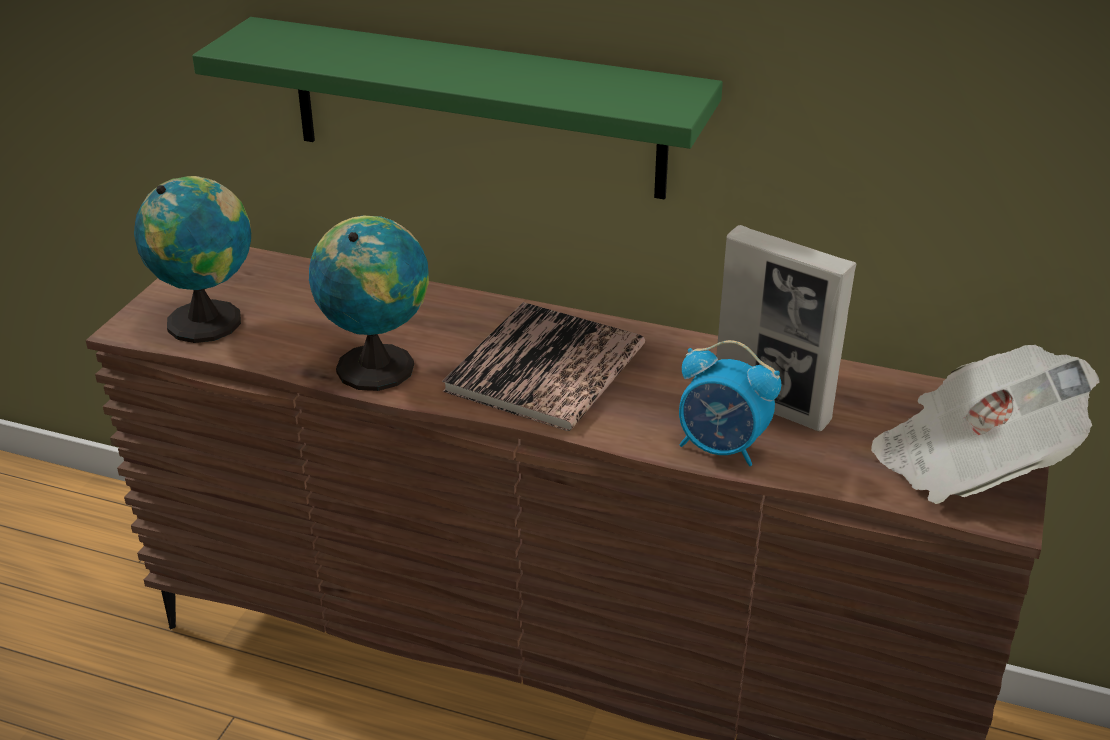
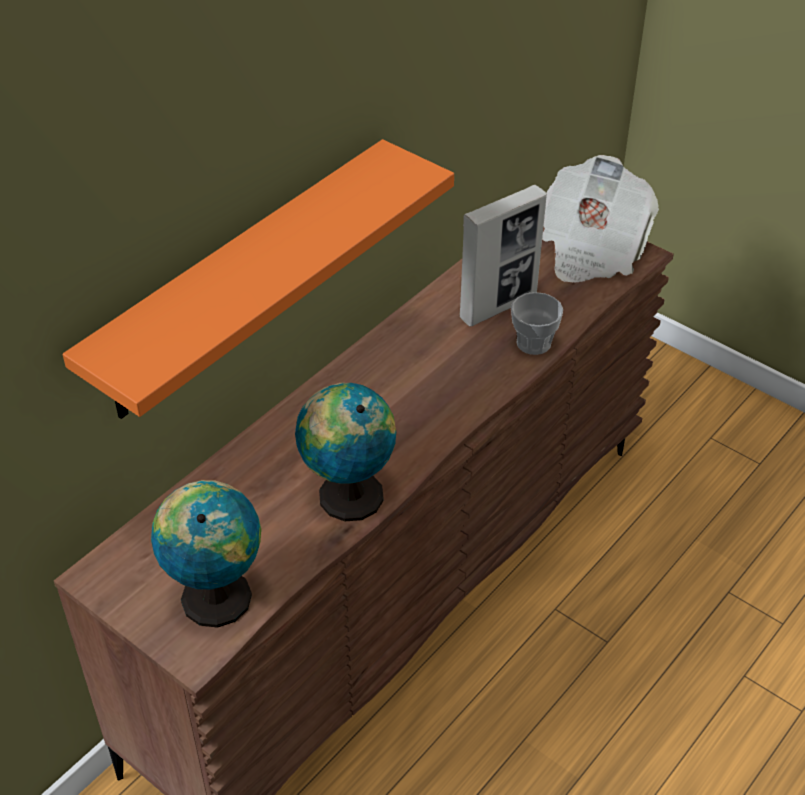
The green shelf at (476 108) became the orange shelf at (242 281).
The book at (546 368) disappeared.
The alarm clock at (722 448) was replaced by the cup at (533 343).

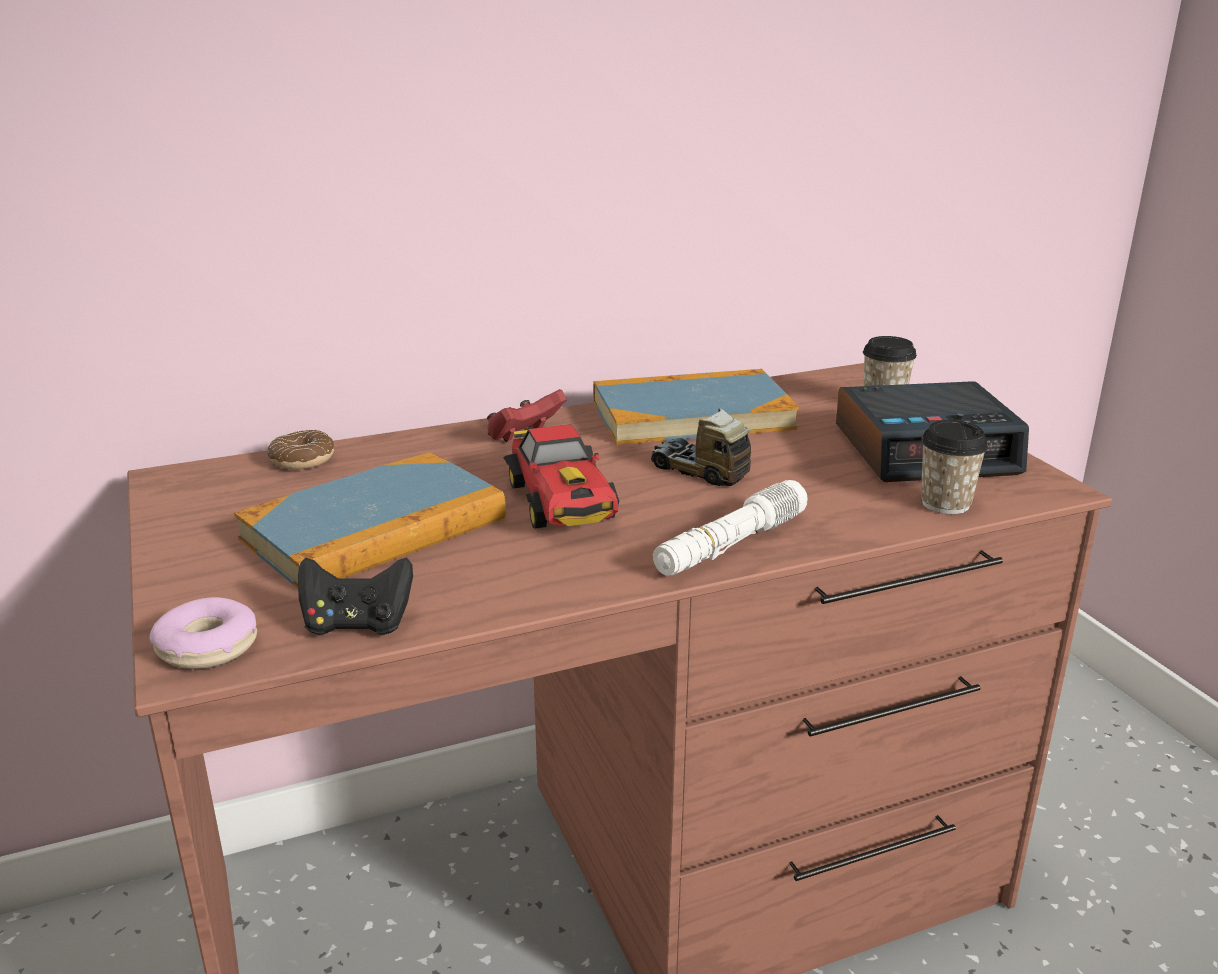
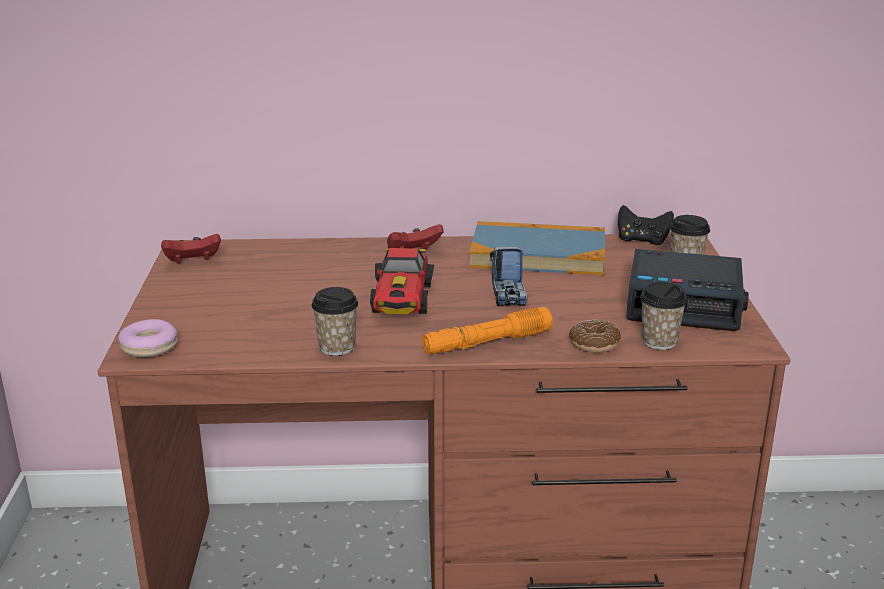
The book at (374 529) disappeared.
The donut moved from (302 460) to (594 344).
The black game controller moved from (357 624) to (642 240).
The toy truck at (699 471) turned 150 degrees counterclockwise.
The white flashlight at (731 544) became the orange flashlight at (487 343).
The red game controller at (192 262) appeared.
The cup at (337 347) appeared.

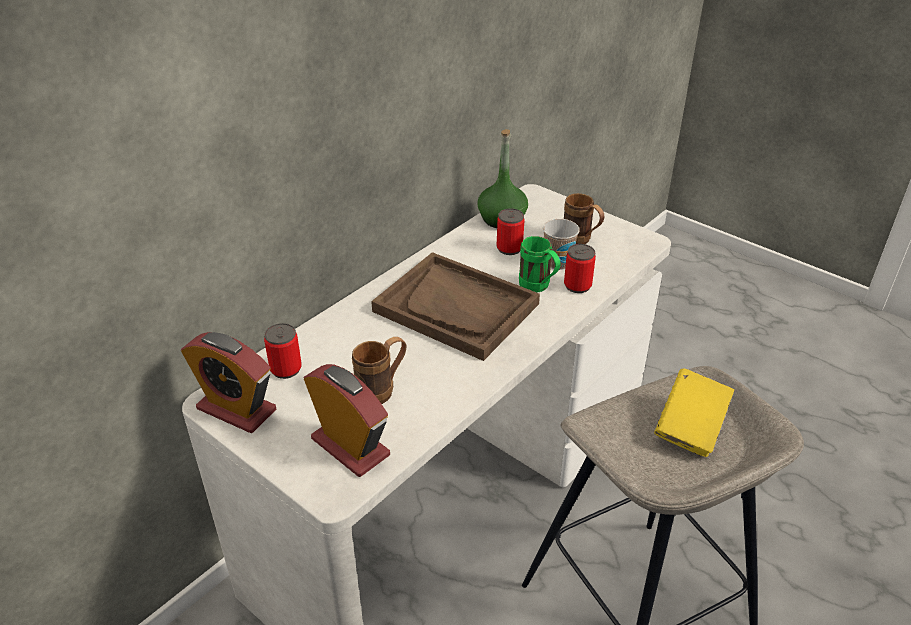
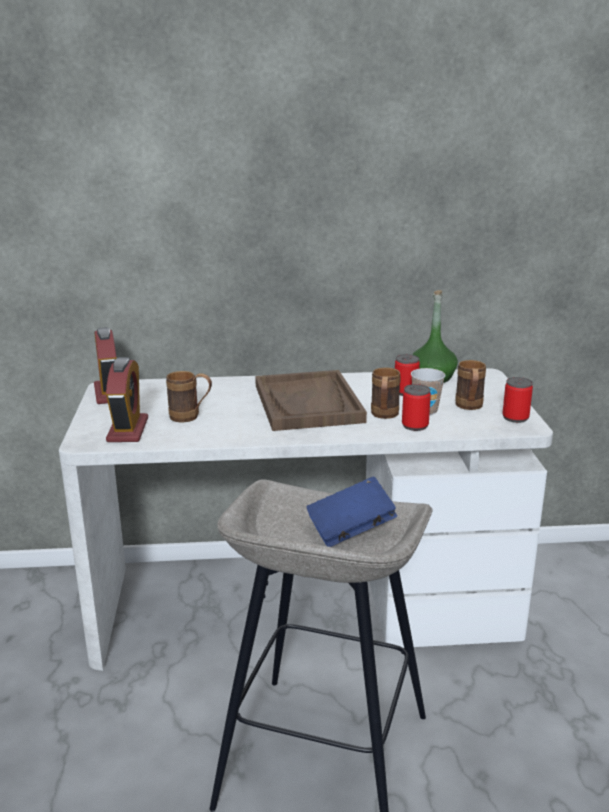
The can moved from (286 369) to (515 418).
The green mug at (538 287) became the brown mug at (384 416).
The yellow book at (690 427) became the blue book at (350 529).

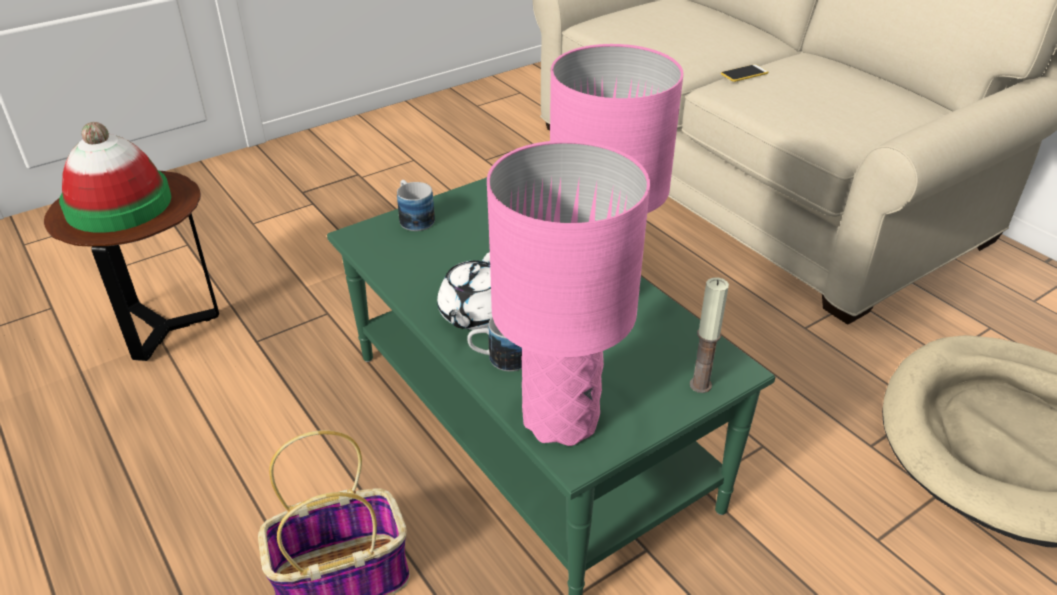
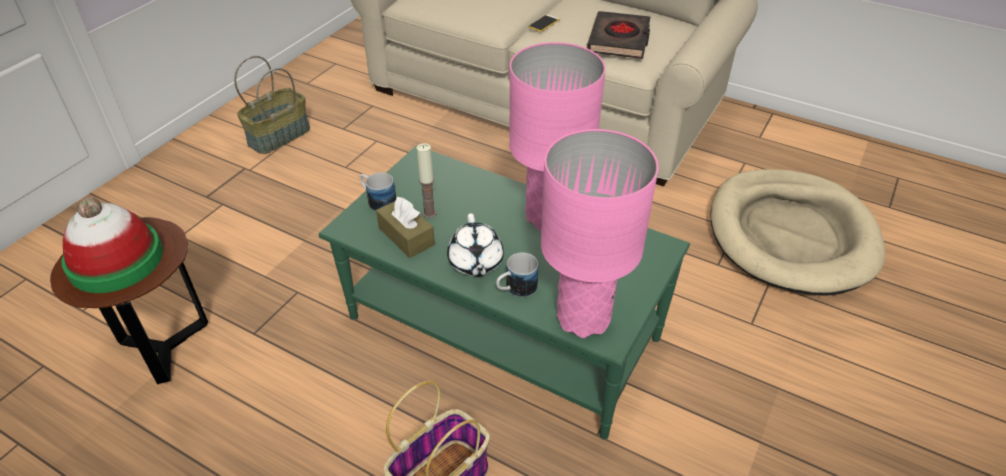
The candle moved from (700 385) to (429 213).
The basket at (279 135) appeared.
The brown tissue box at (406 236) appeared.
The black book at (619 40) appeared.

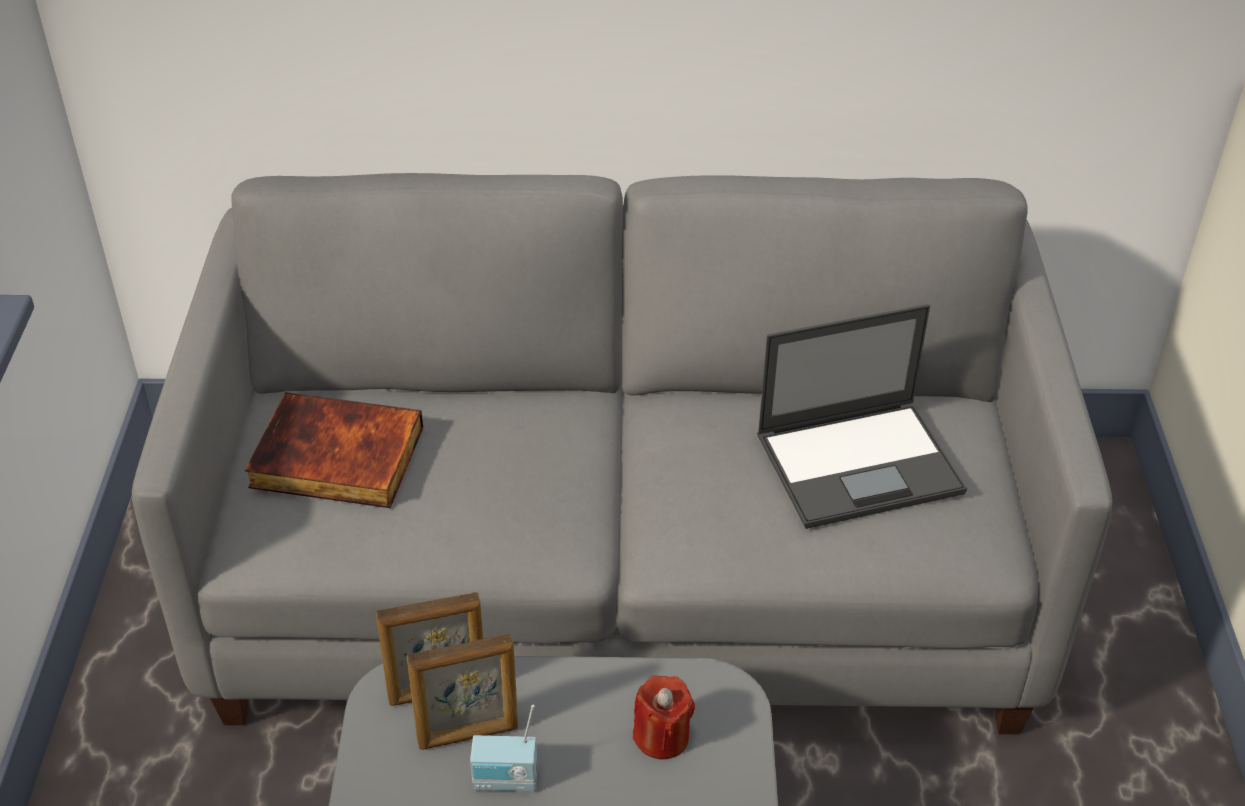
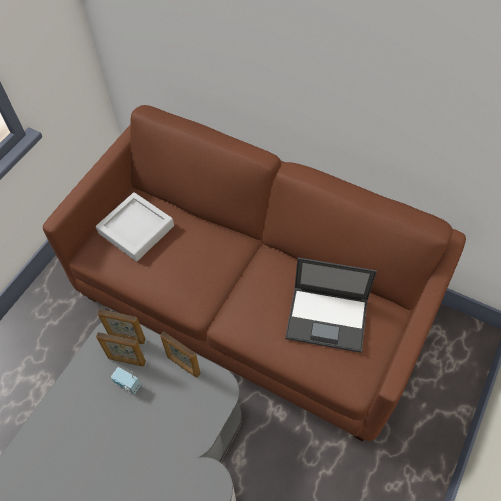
The grey sofa at (623 578) became the brown sofa at (253 303).
The book at (335 459) was replaced by the grey tray at (136 229).
The red candle at (661 737) disappeared.
The picture frame at (183 365) appeared.

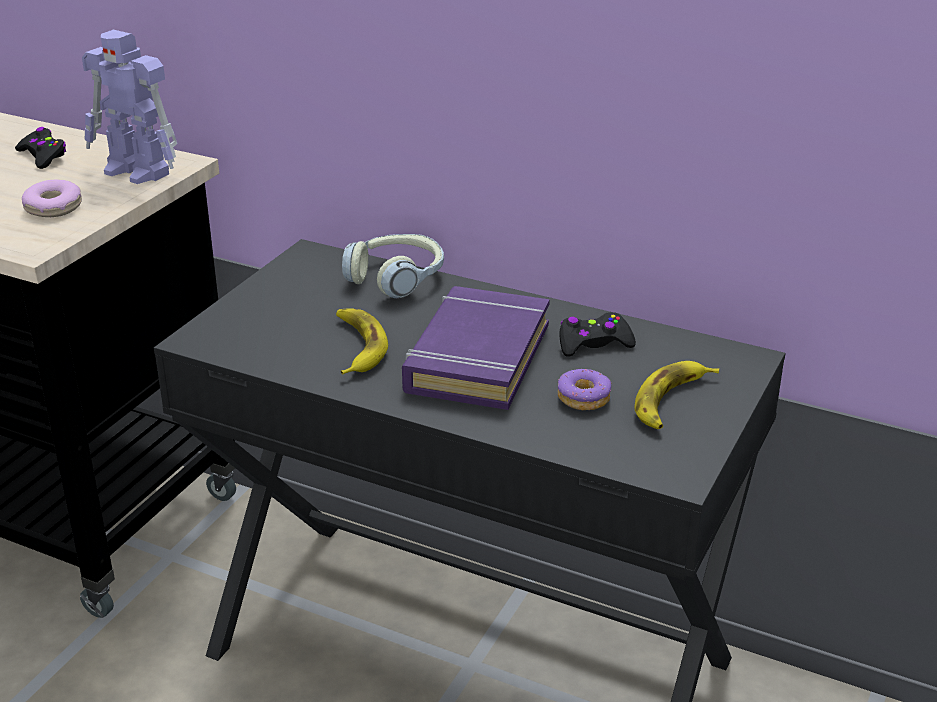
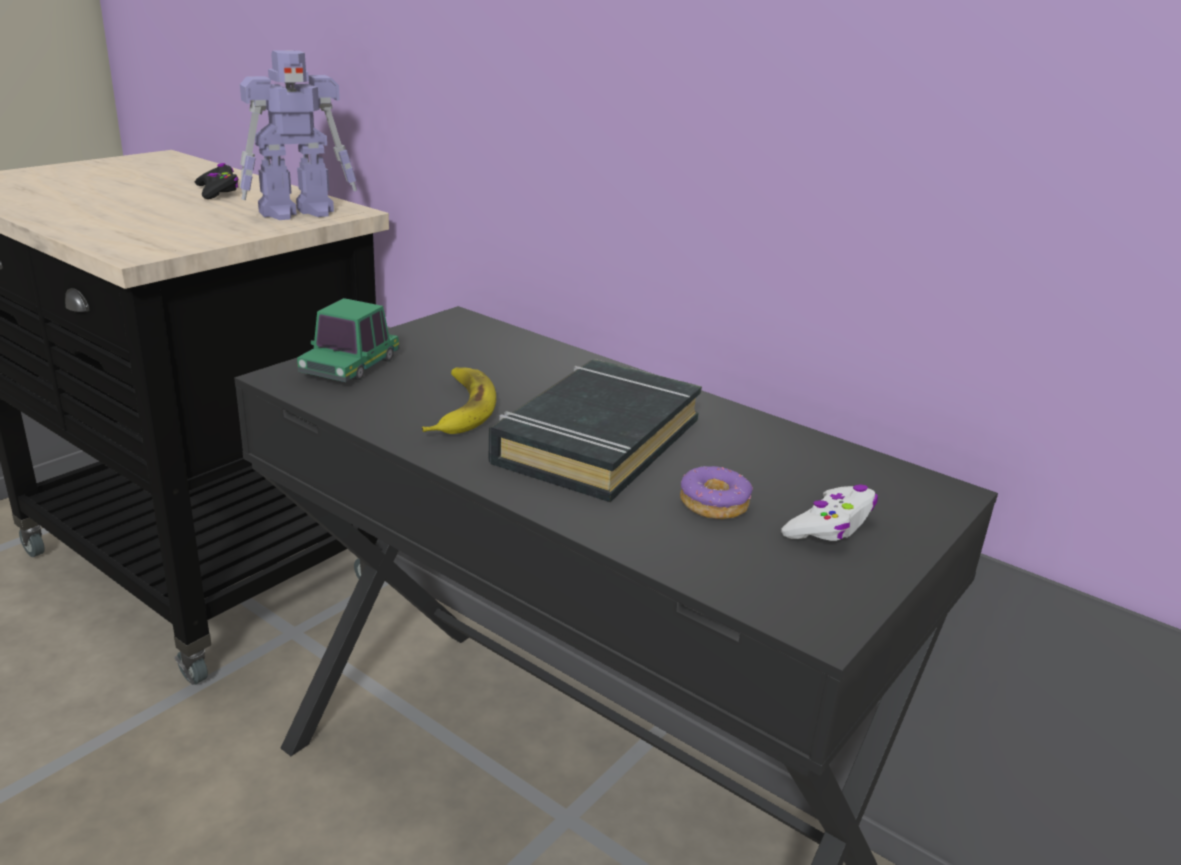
The donut at (53 208) disappeared.
The toy robot at (138 172) turned 75 degrees counterclockwise.
The headphones at (396 278) disappeared.
The purple book at (477 358) became the black book at (597 440).
The black game controller at (593 343) disappeared.
The banana at (671 401) was replaced by the white game controller at (830 526).
The toy car at (351 367) appeared.

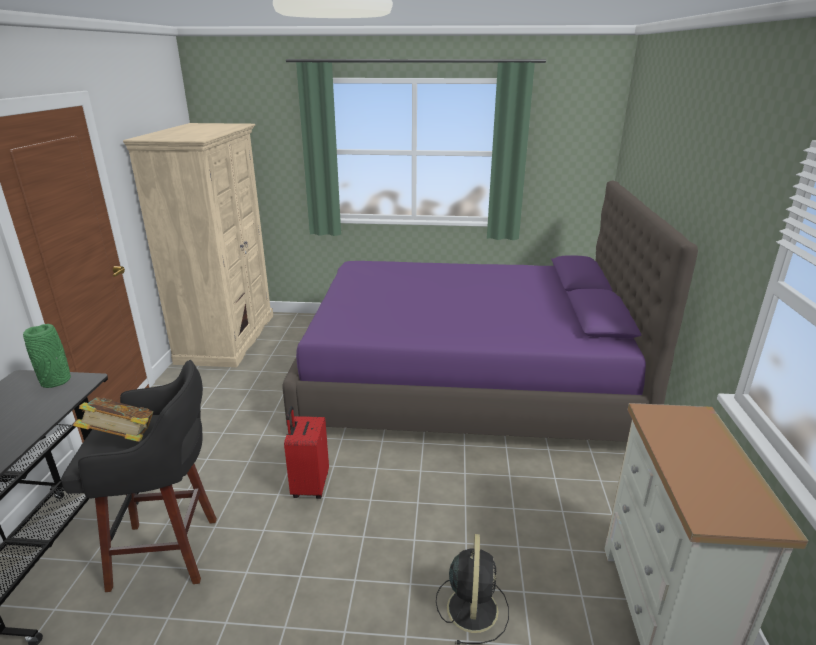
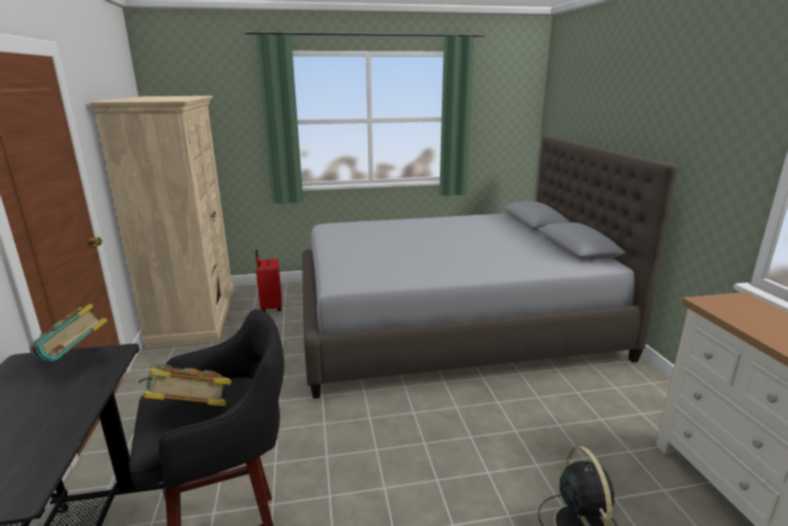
The green vase at (56 381) was replaced by the book at (75 359).
The purple bed at (465 382) became the grey bed at (451 324).
The red suitcase moved from (309 486) to (270 307).

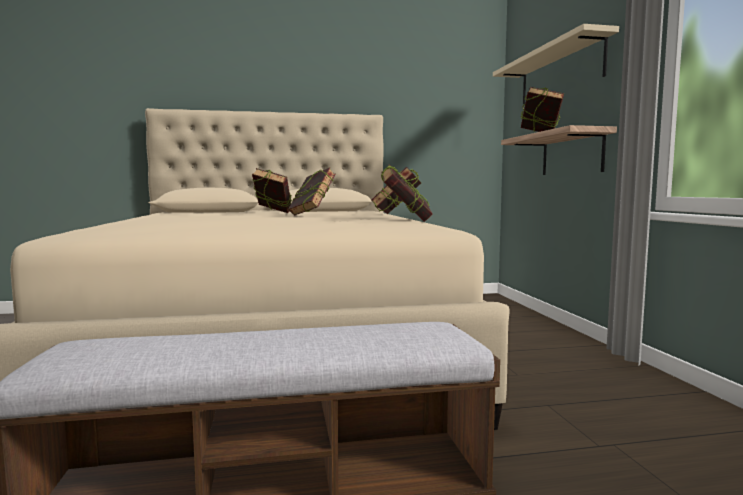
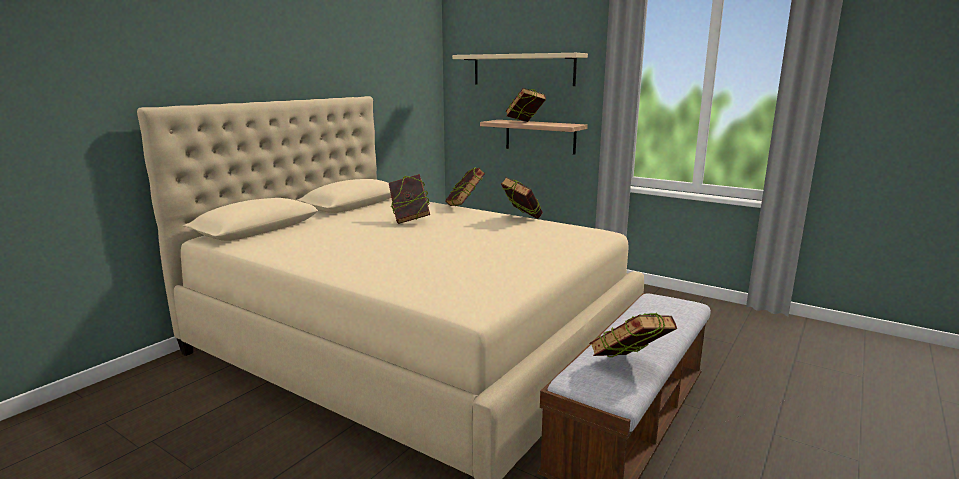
The book moved from (273 213) to (629 367).

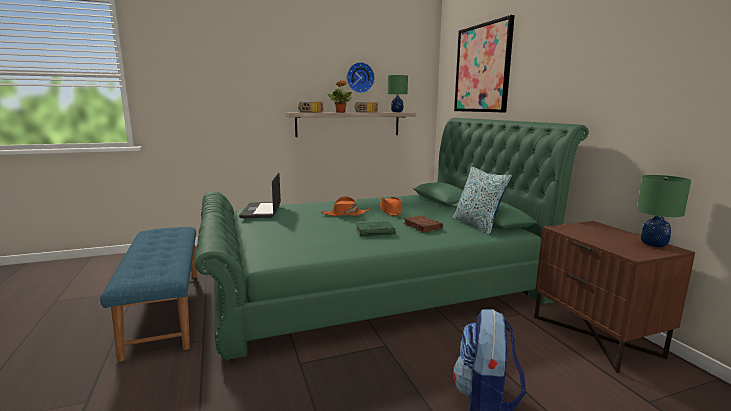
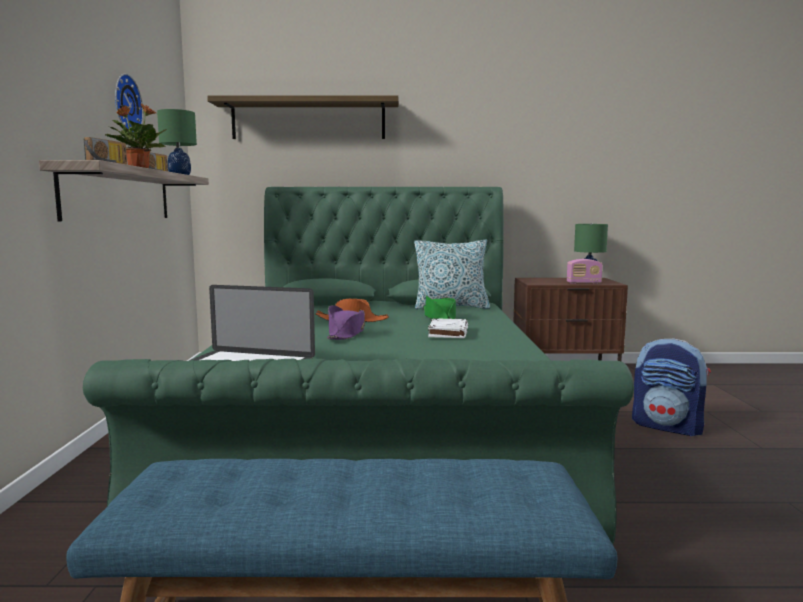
The orange hat at (345 214) became the purple hat at (346 333).
The green book at (375 232) became the white book at (448 332).
The brown book at (422 226) was replaced by the green hat at (440 318).
The picture at (482 68) was replaced by the shelf at (308 120).
The radio at (583 283) appeared.

